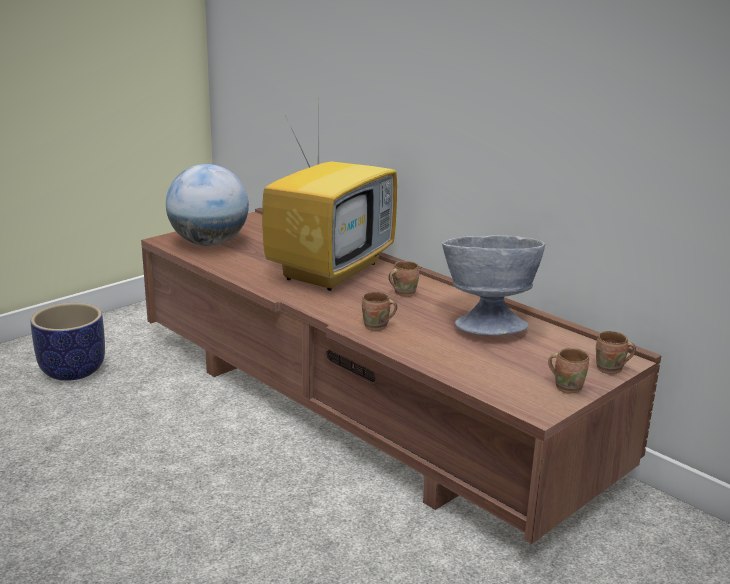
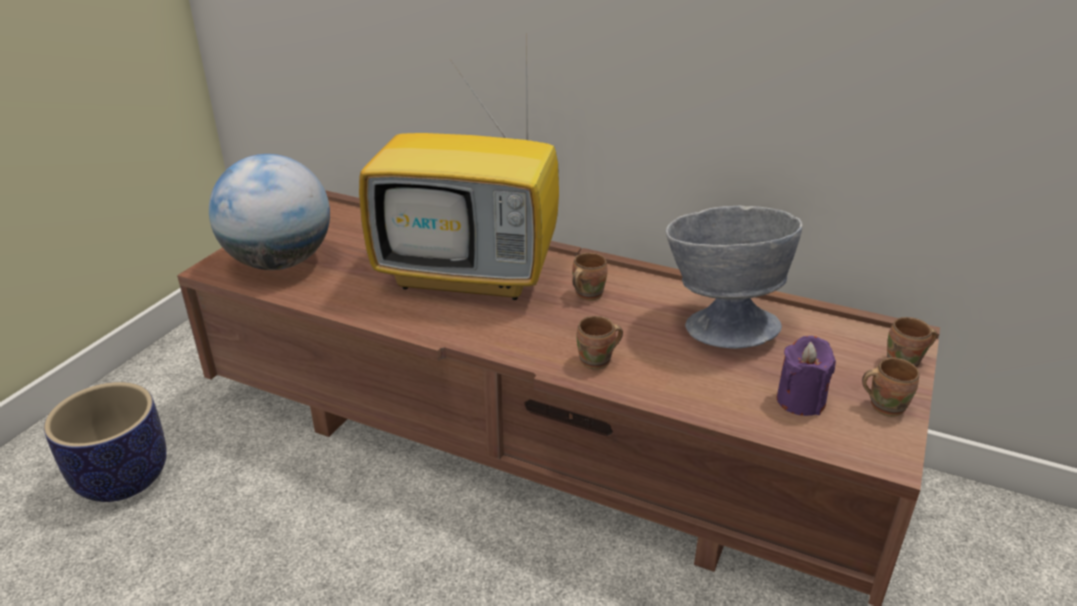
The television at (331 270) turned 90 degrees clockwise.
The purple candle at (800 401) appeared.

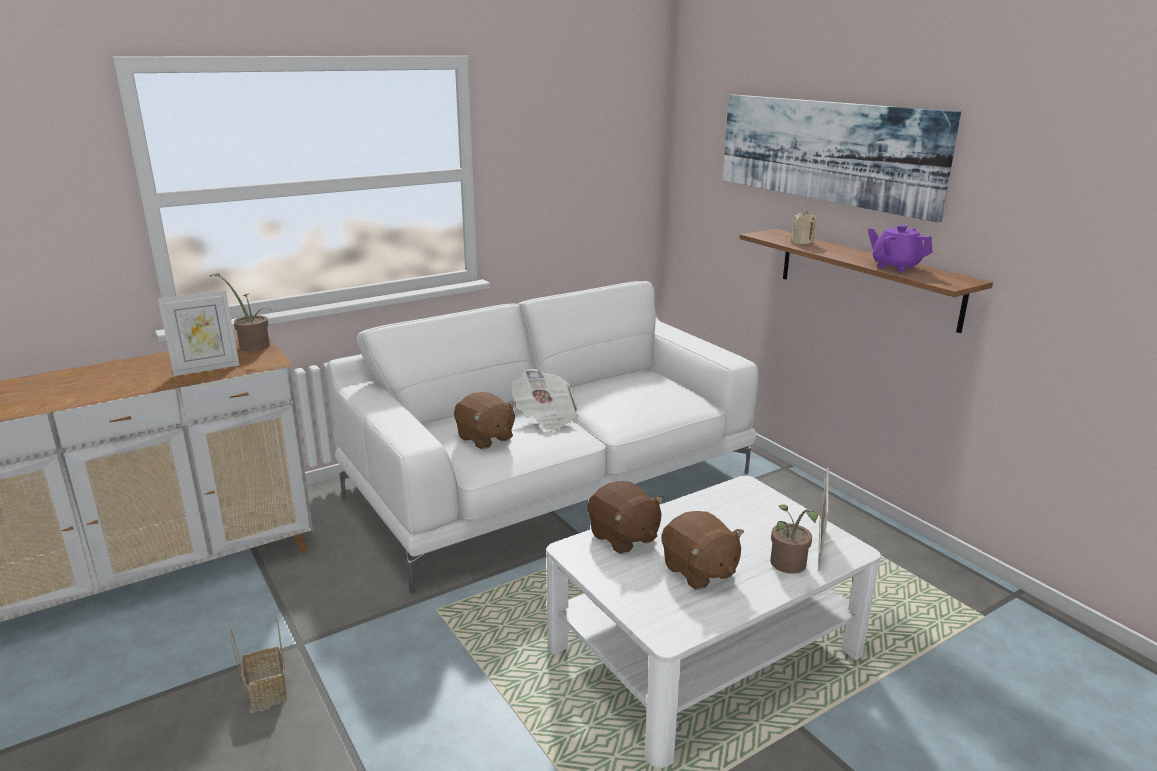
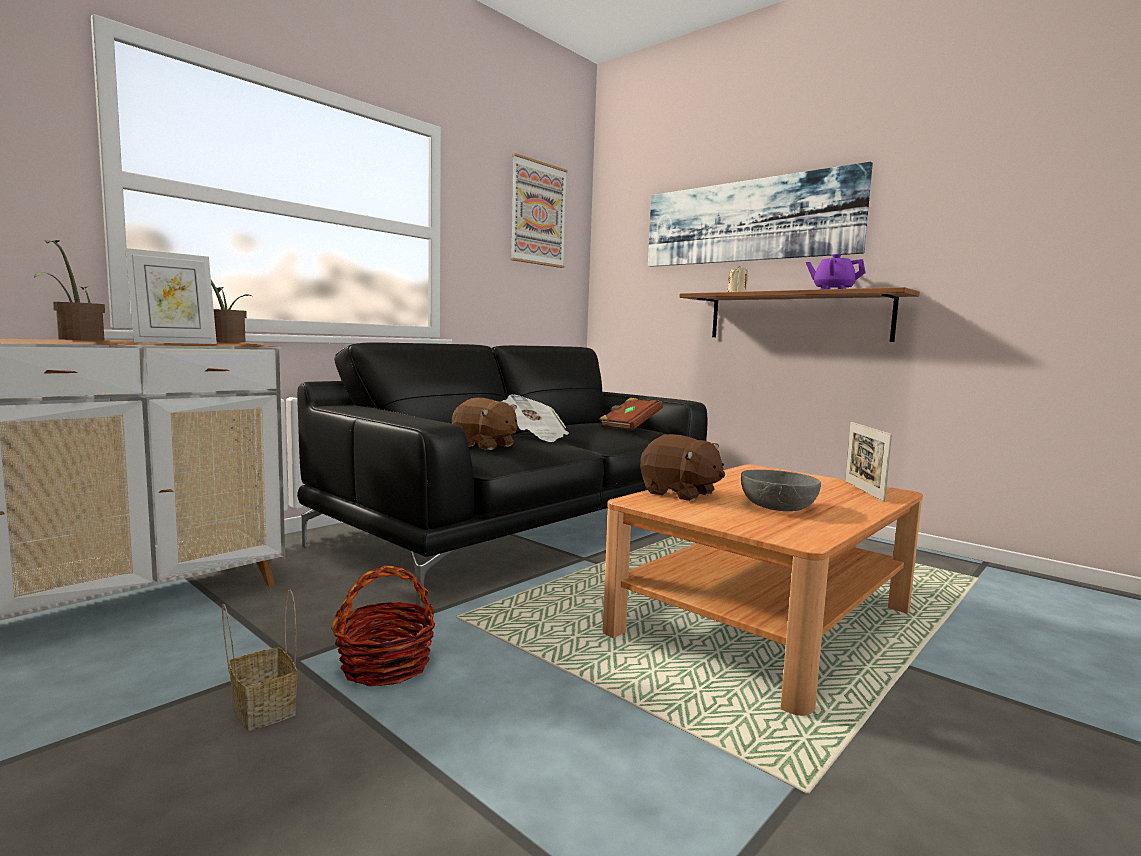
The white sofa at (553 485) became the black sofa at (527 527).
The white coffee table at (704 649) became the brown coffee table at (764 620).
The brown plush toy at (699 571) was replaced by the grey bowl at (778 506).
The potted plant moved from (788 566) to (77 339).
The basket at (386 665) appeared.
The picture at (538 213) appeared.
The brown book at (630 426) appeared.

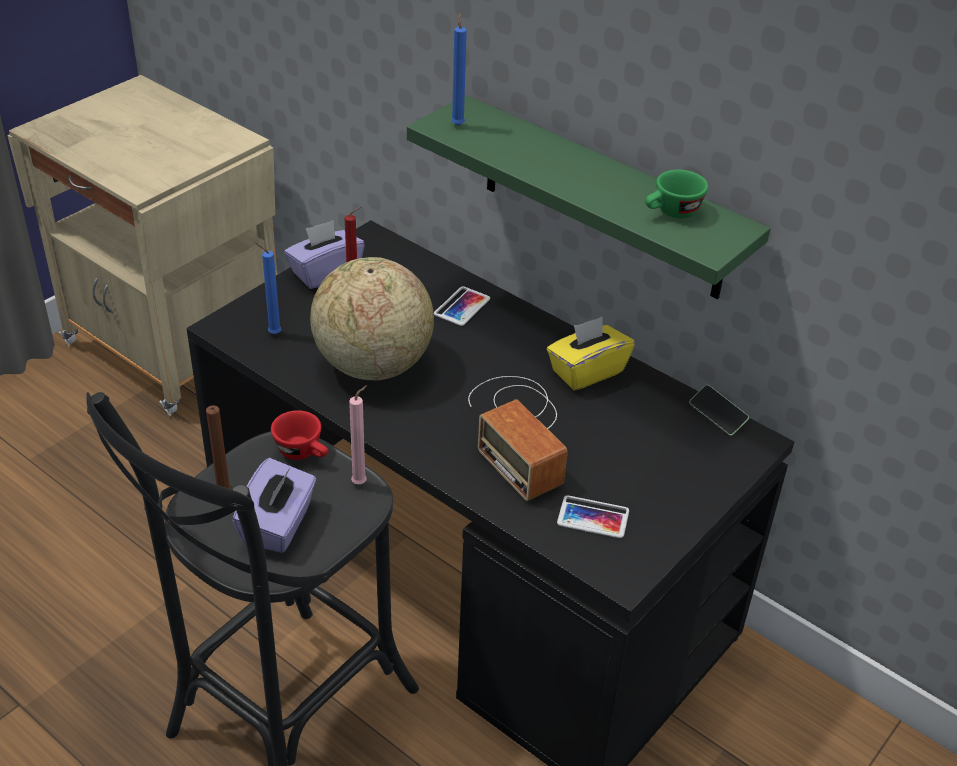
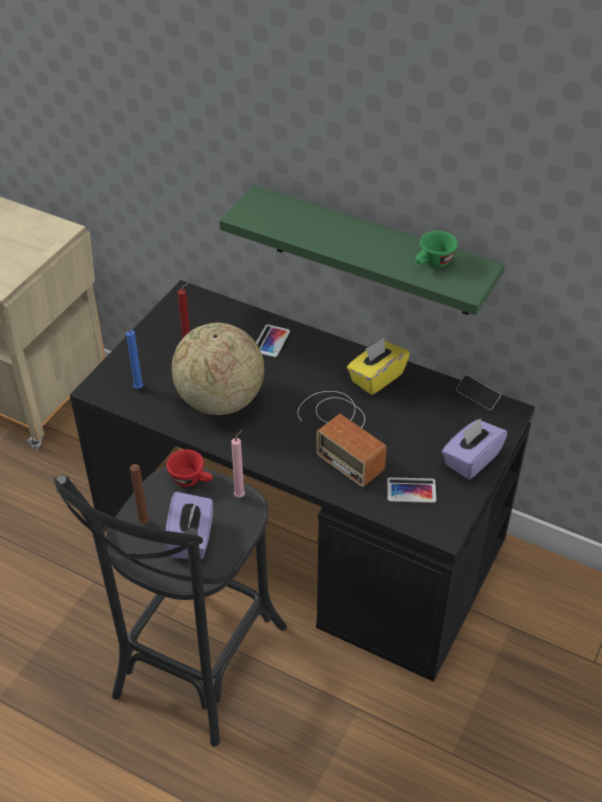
The purple tissue box moved from (325 273) to (471 460).
The blue candle at (457 124) disappeared.

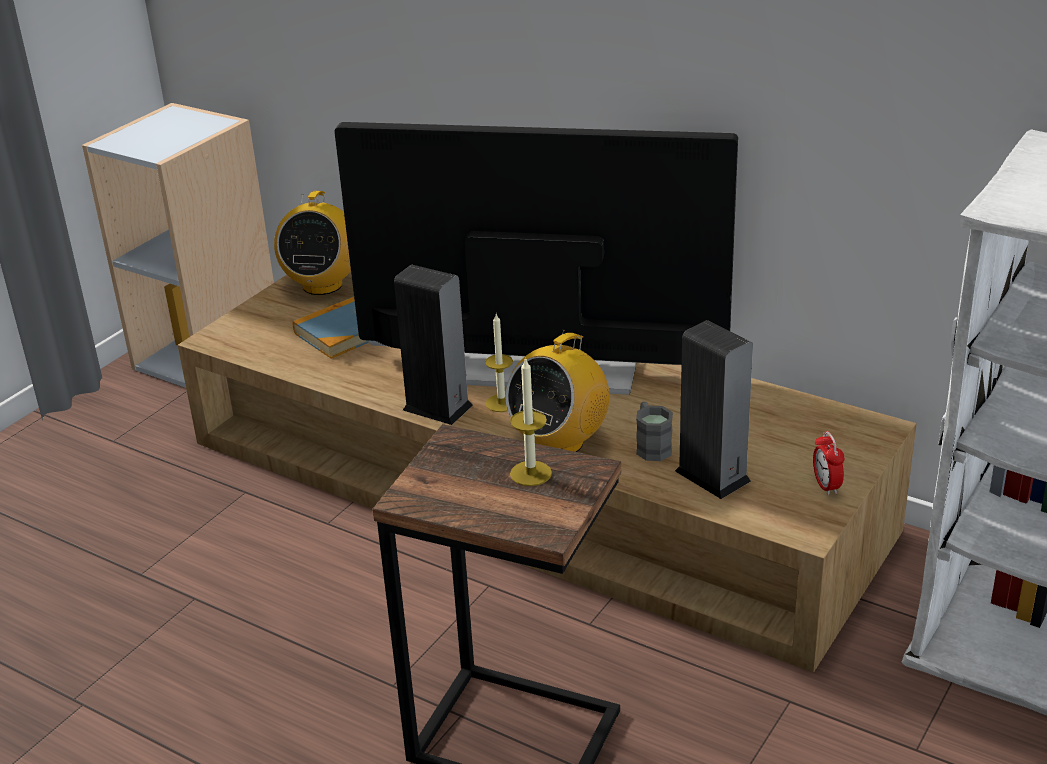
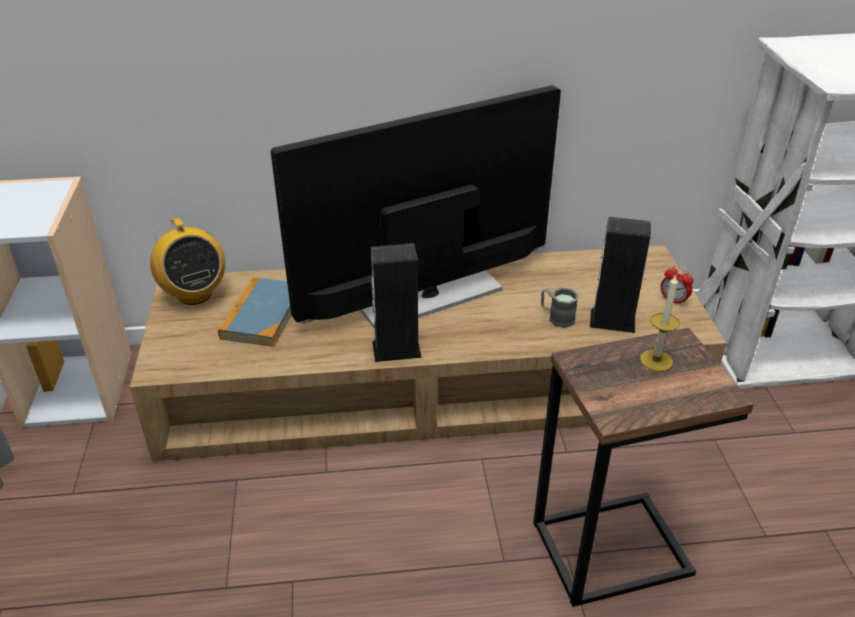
The candle at (501 403) disappeared.
The radio at (559 442) disappeared.

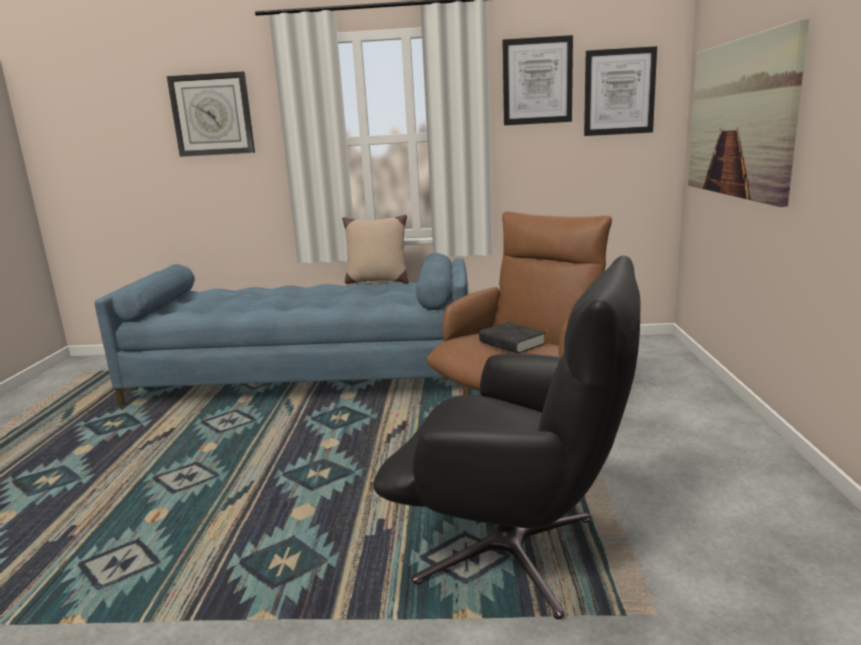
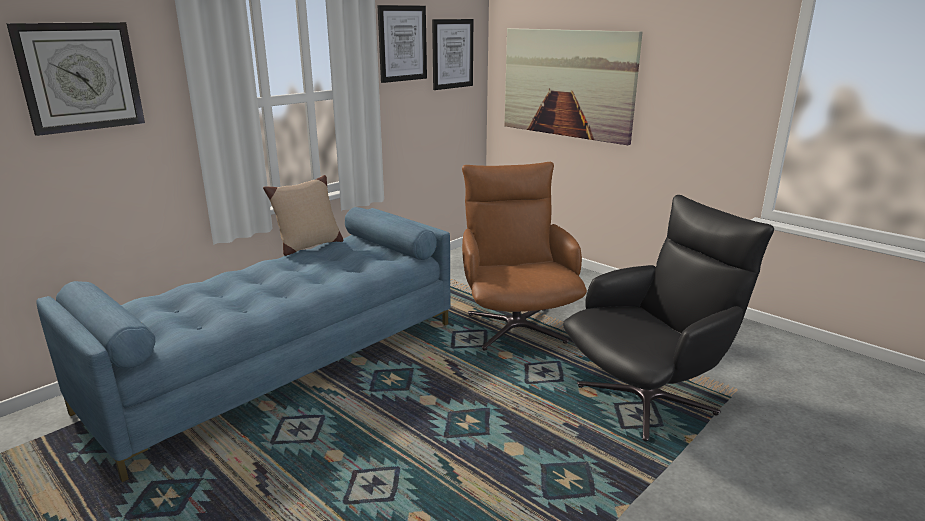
The black book at (512 343) disappeared.

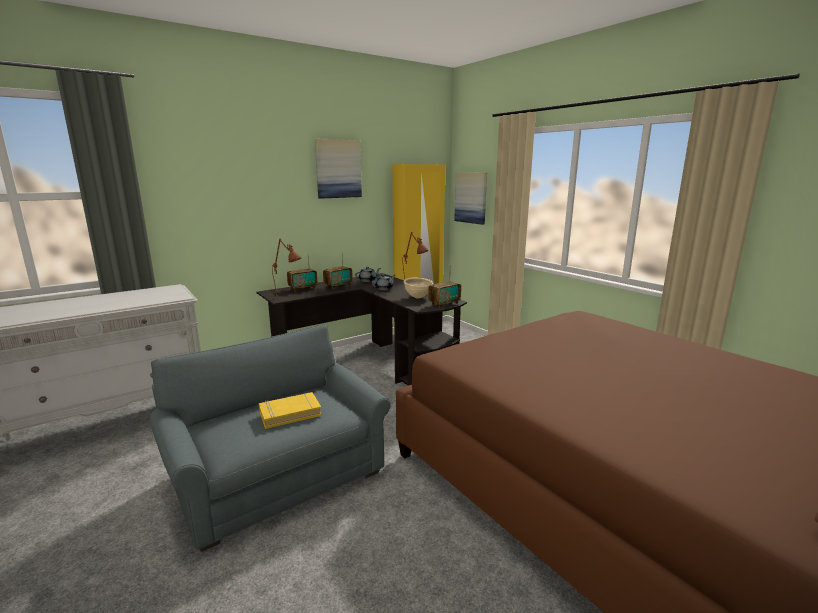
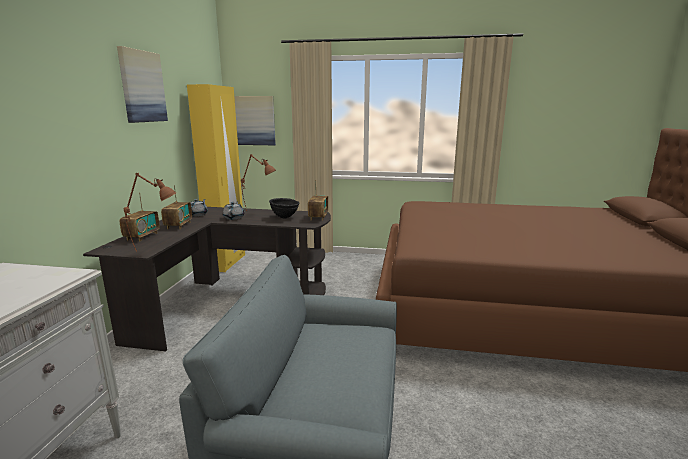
The yellow book at (290 413) disappeared.
The beige bowl at (418 297) became the black bowl at (285 217).

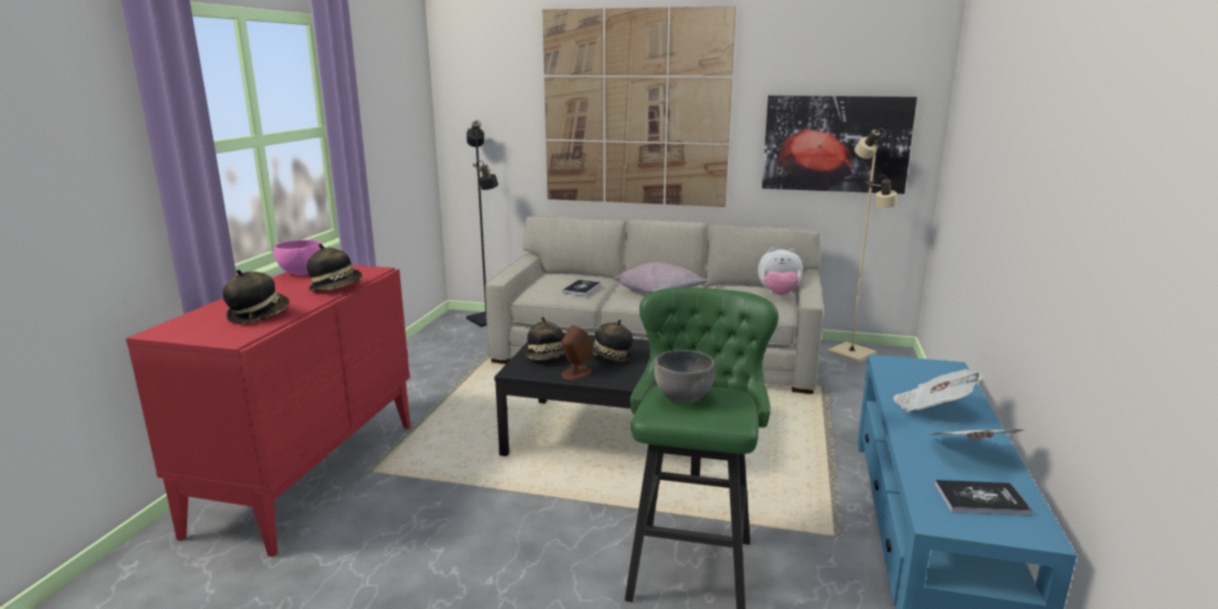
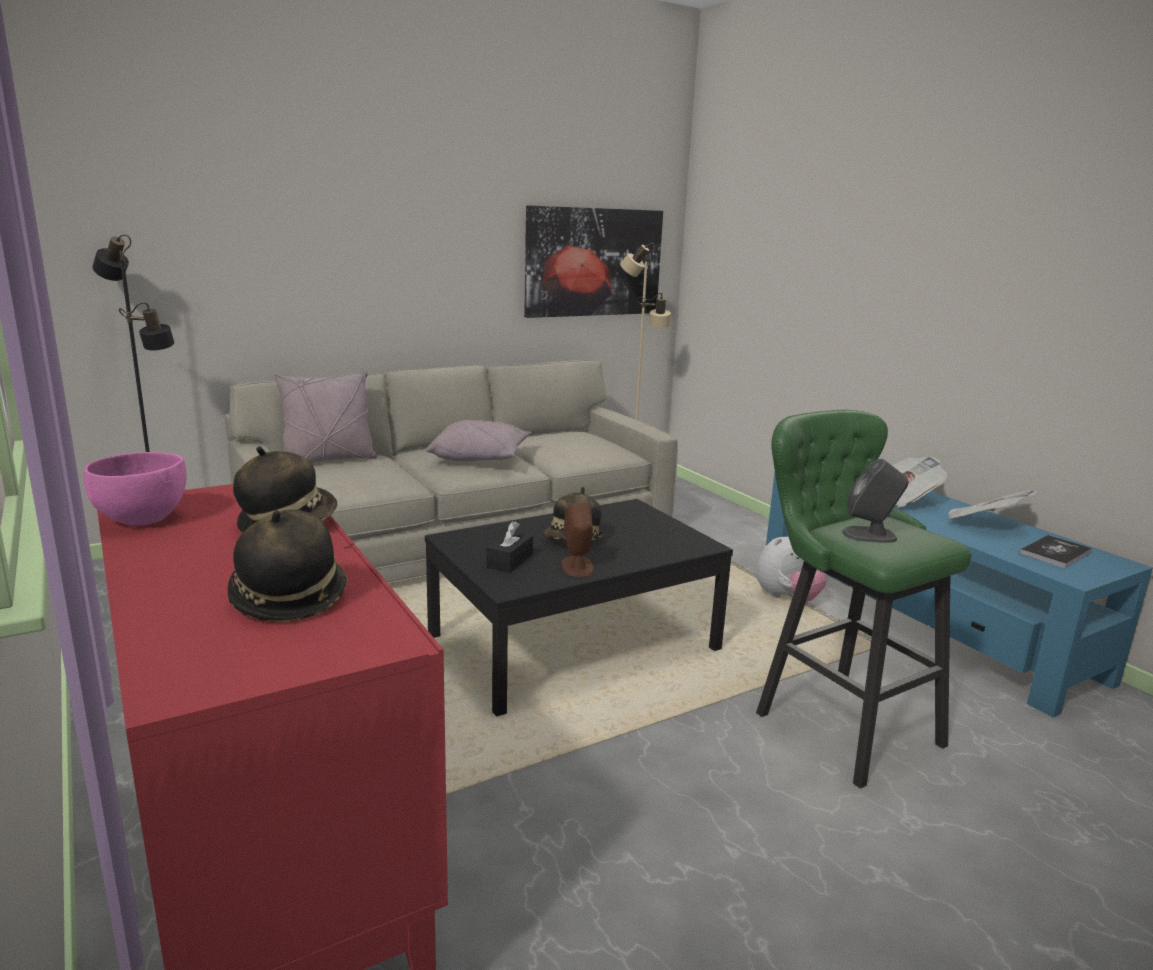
The hat at (548 357) was replaced by the black tissue box at (510 561).
The picture at (635 109) disappeared.
The book at (581 288) disappeared.
The grey bowl at (683 398) was replaced by the grey speaker at (870 535).
The plush toy moved from (778 295) to (787 598).
The purple pillow at (329 461) appeared.

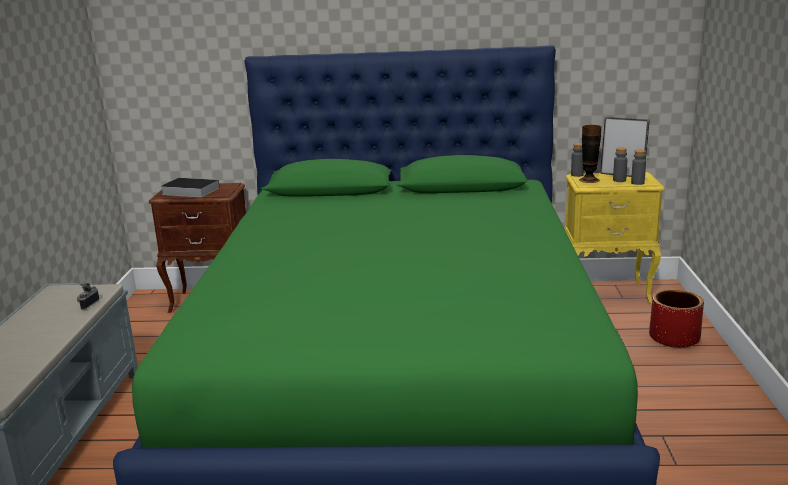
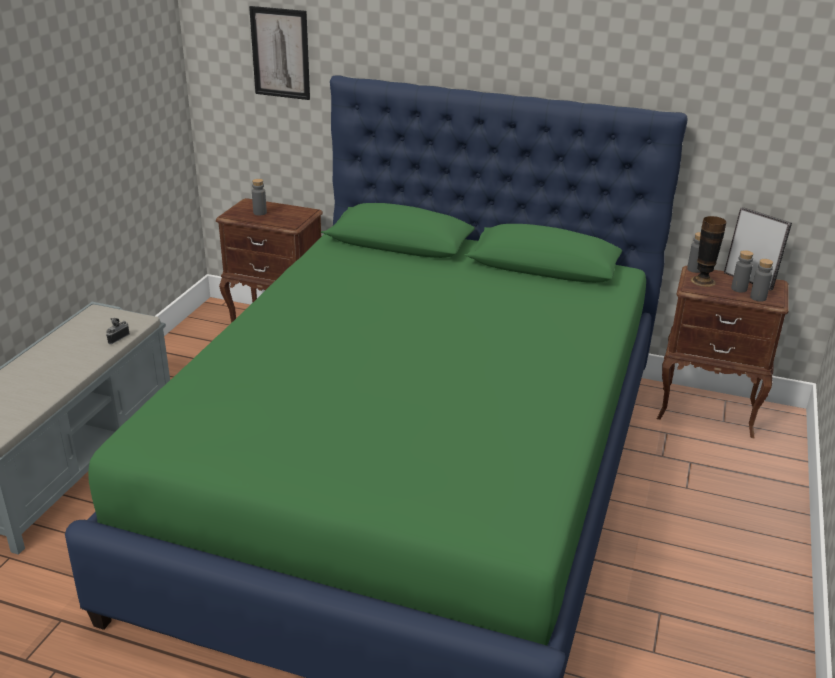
The book at (188 191) was replaced by the grey bottle at (260 213).
The yellow nightstand at (607 294) became the brown nightstand at (707 412).
The red planter at (674 338) disappeared.
The picture at (280 53) appeared.

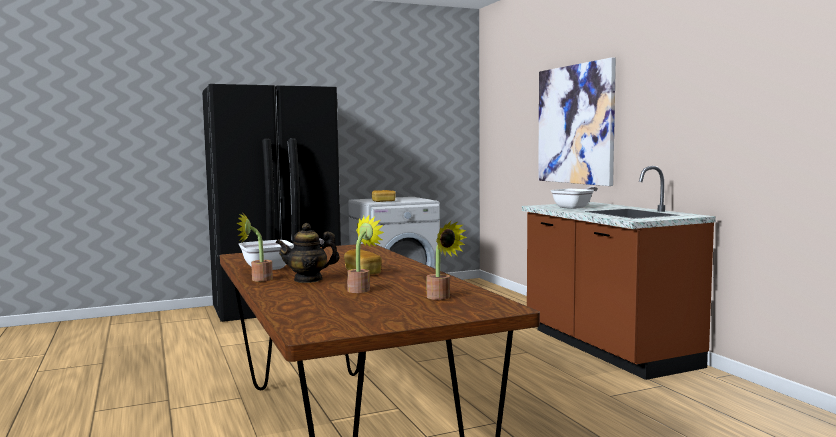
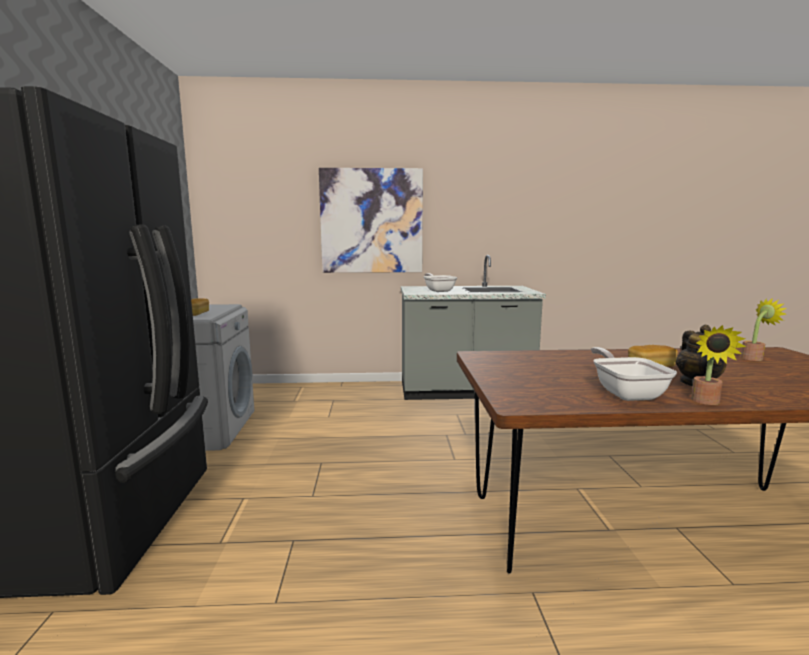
The potted plant at (361 289) disappeared.
The brown counter at (606 348) became the grey counter at (465 391).

